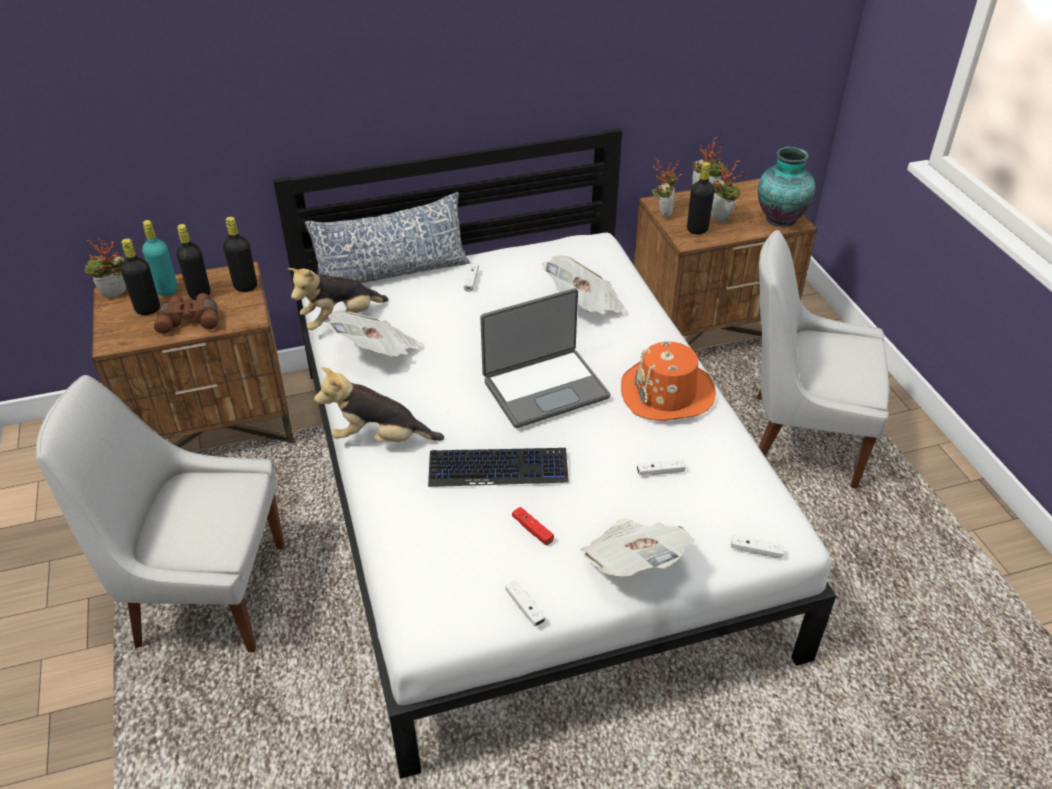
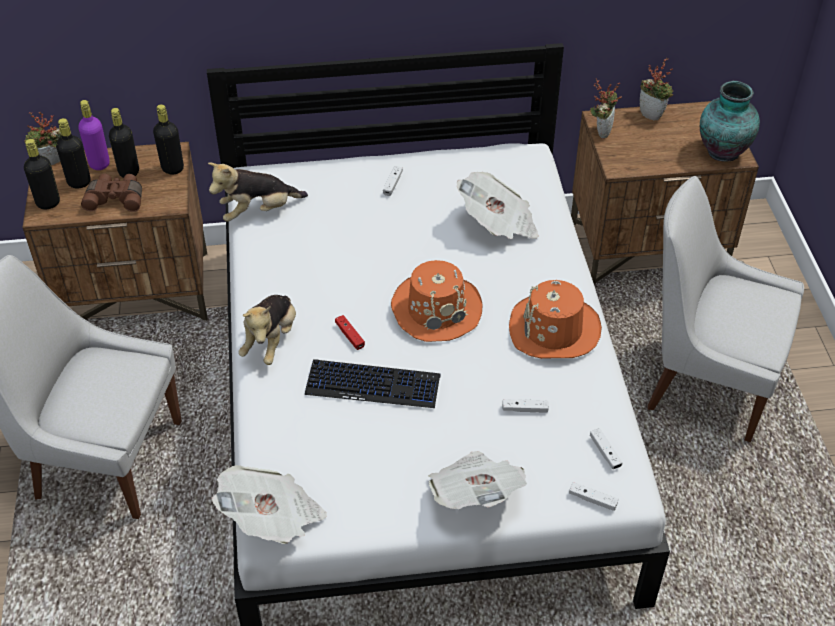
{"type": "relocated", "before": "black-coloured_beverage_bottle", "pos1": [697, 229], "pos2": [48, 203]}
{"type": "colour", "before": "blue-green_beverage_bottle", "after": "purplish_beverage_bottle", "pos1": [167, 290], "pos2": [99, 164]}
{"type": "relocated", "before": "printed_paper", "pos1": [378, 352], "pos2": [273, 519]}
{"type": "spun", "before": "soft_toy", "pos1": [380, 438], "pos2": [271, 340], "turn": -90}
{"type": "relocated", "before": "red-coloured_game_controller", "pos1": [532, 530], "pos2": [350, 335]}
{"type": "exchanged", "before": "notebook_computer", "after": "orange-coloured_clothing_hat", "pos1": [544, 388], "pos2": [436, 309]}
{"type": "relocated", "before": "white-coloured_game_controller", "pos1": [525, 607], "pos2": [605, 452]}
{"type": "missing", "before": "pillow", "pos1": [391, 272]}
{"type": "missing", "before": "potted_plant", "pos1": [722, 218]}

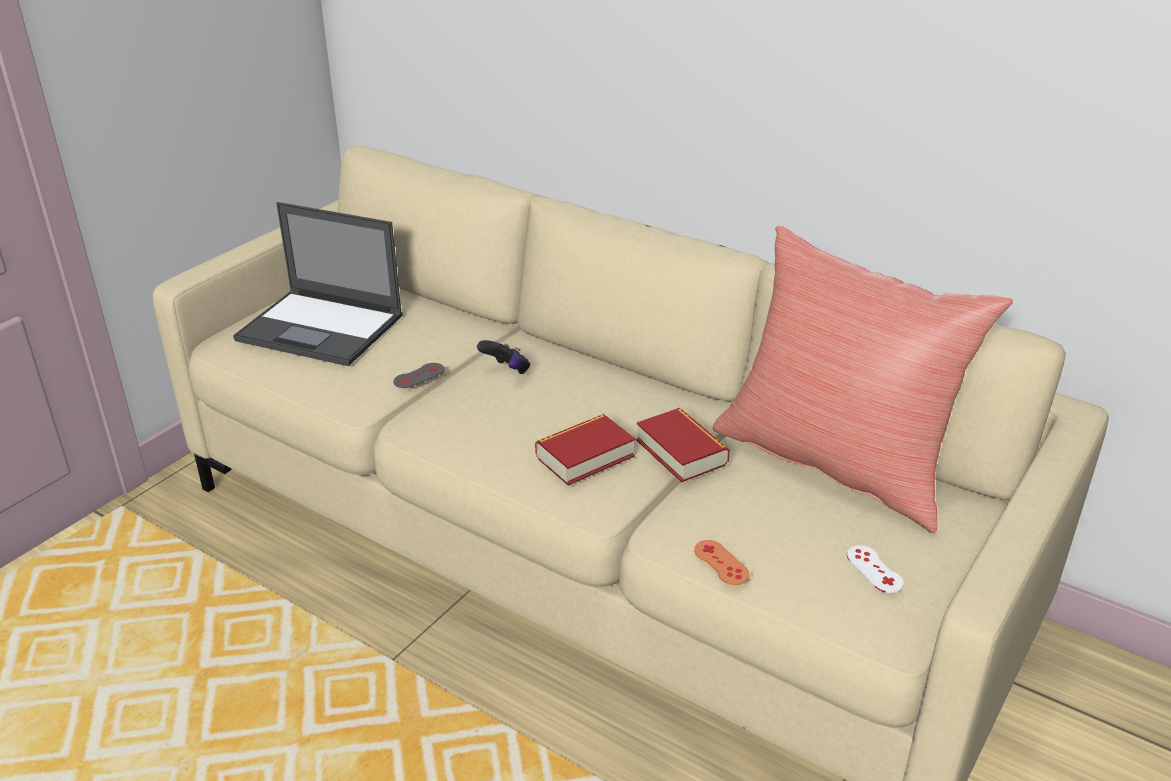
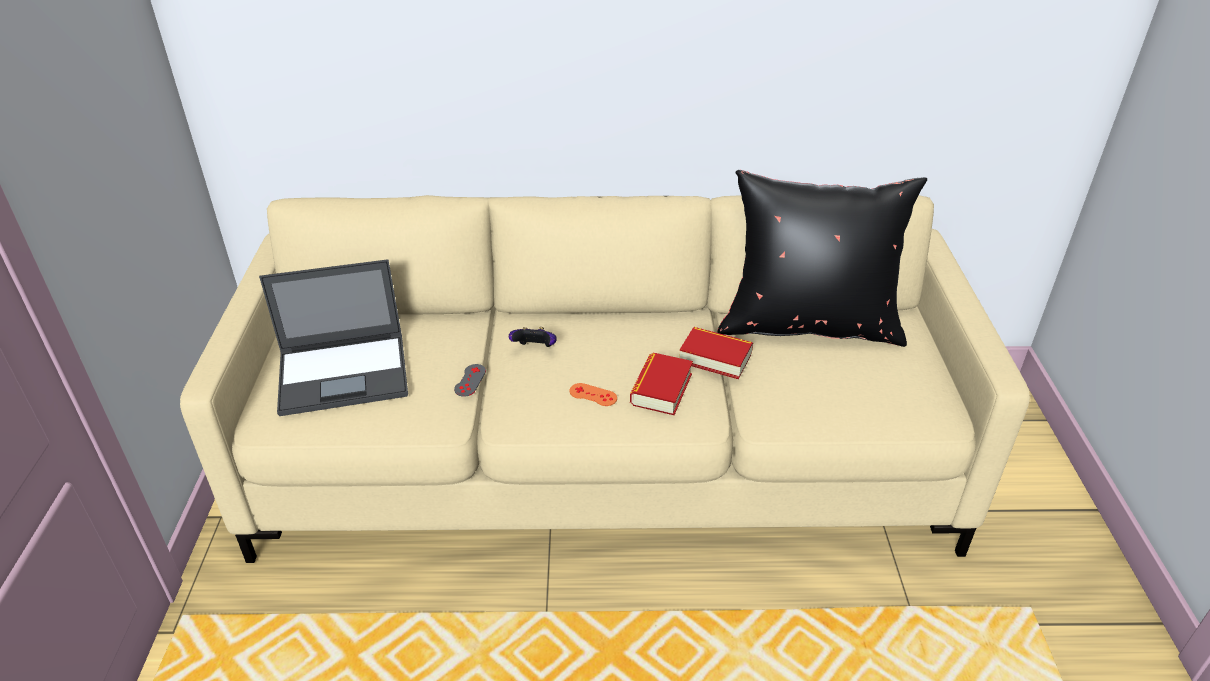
{"type": "relocated", "before": "orange-coloured_game_controller", "pos1": [721, 563], "pos2": [593, 395]}
{"type": "colour", "before": "red-coloured_pillow", "after": "black-coloured_pillow", "pos1": [835, 462], "pos2": [809, 324]}
{"type": "missing", "before": "white-coloured_game_controller", "pos1": [874, 569]}

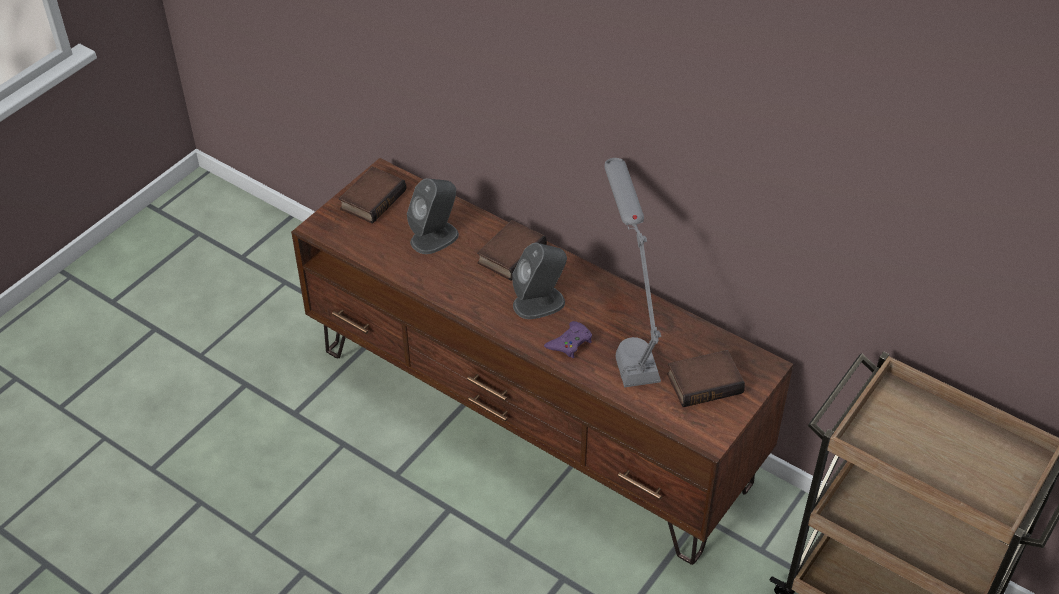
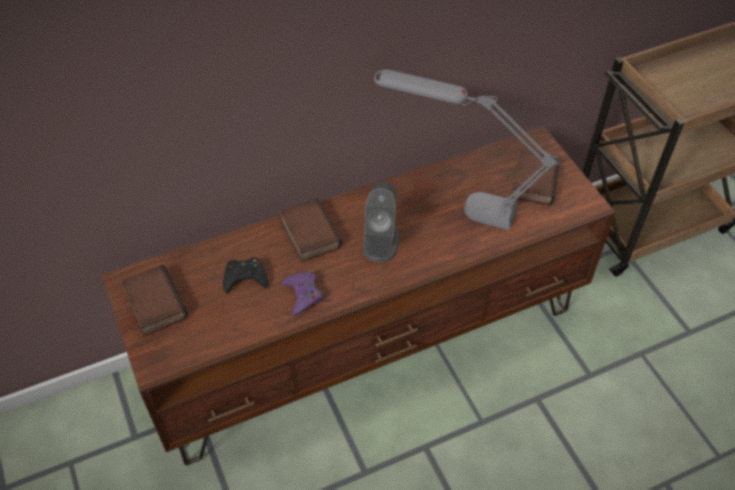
{"type": "exchanged", "before": "grey_speaker", "after": "black-coloured_game_controller", "pos1": [435, 237], "pos2": [245, 278]}
{"type": "relocated", "before": "purplish_game_controller", "pos1": [570, 343], "pos2": [303, 295]}

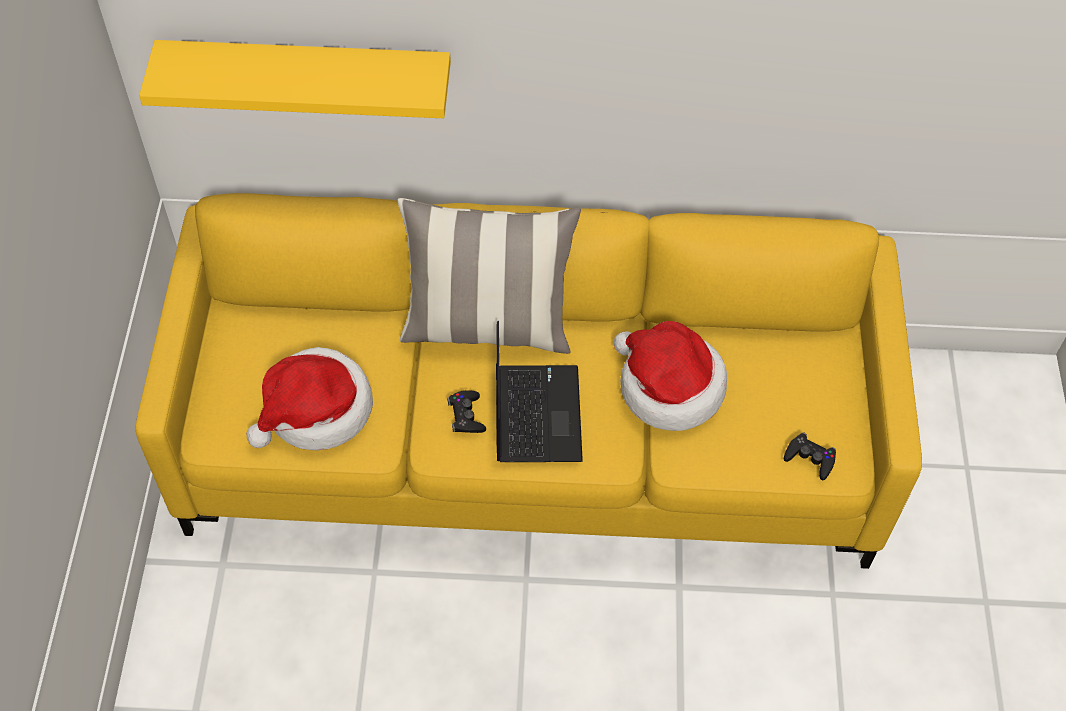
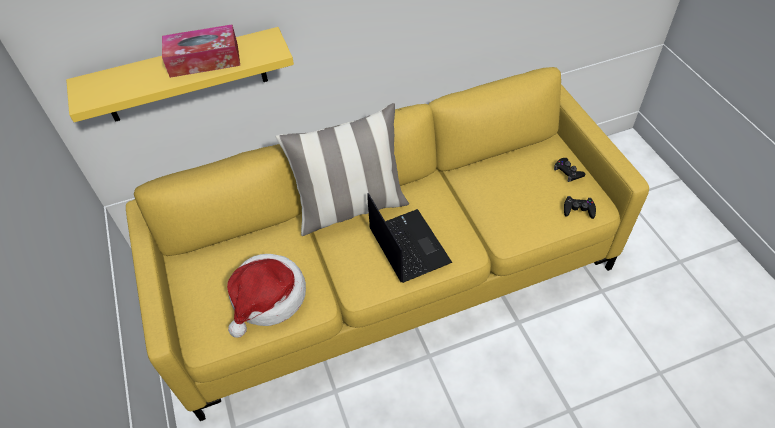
{"type": "appeared", "after": "box_of_tissues", "pos2": [204, 60]}
{"type": "relocated", "before": "black-coloured_game_controller", "pos1": [466, 415], "pos2": [568, 172]}
{"type": "missing", "before": "clothing_hat", "pos1": [668, 387]}

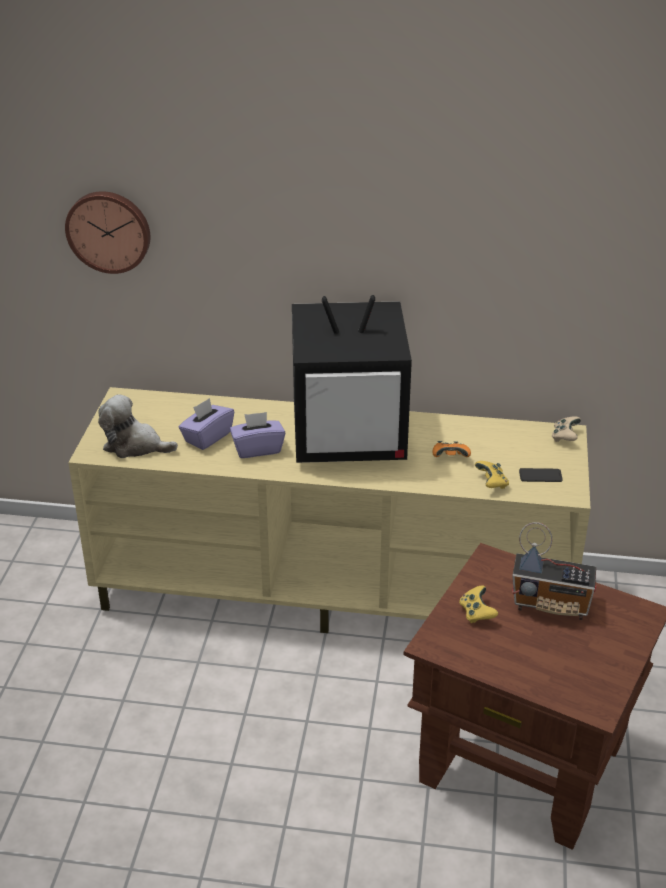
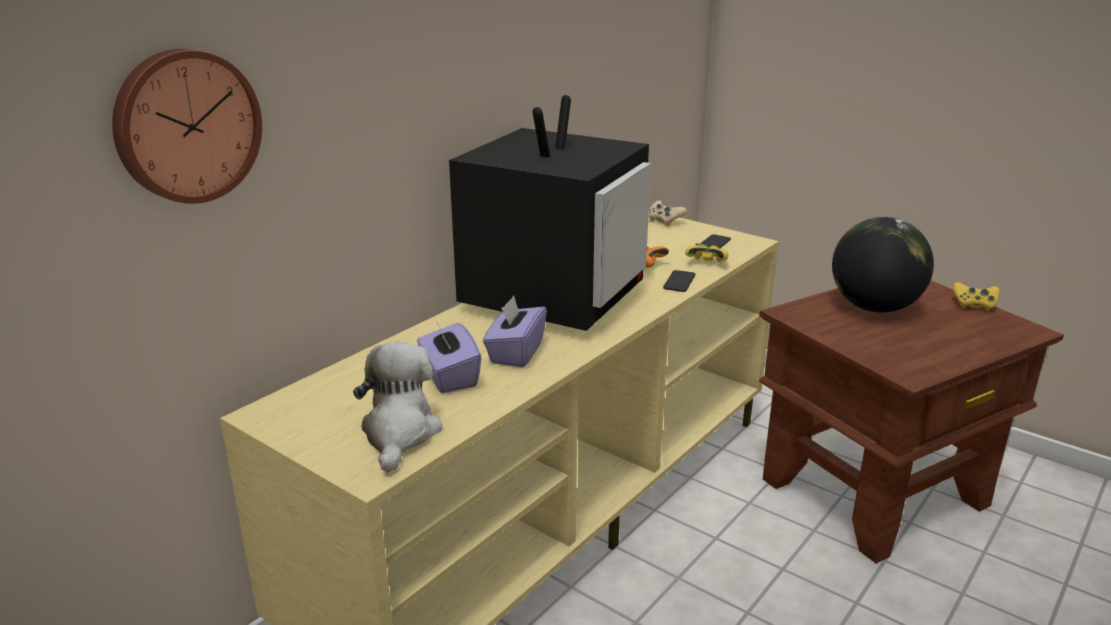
{"type": "spun", "before": "soft_toy", "pos1": [135, 445], "pos2": [399, 433], "turn": 135}
{"type": "appeared", "after": "phone", "pos2": [679, 281]}
{"type": "exchanged", "before": "radio_receiver", "after": "desk_globe", "pos1": [551, 604], "pos2": [874, 308]}
{"type": "relocated", "before": "yellow_game_controller", "pos1": [476, 613], "pos2": [973, 306]}

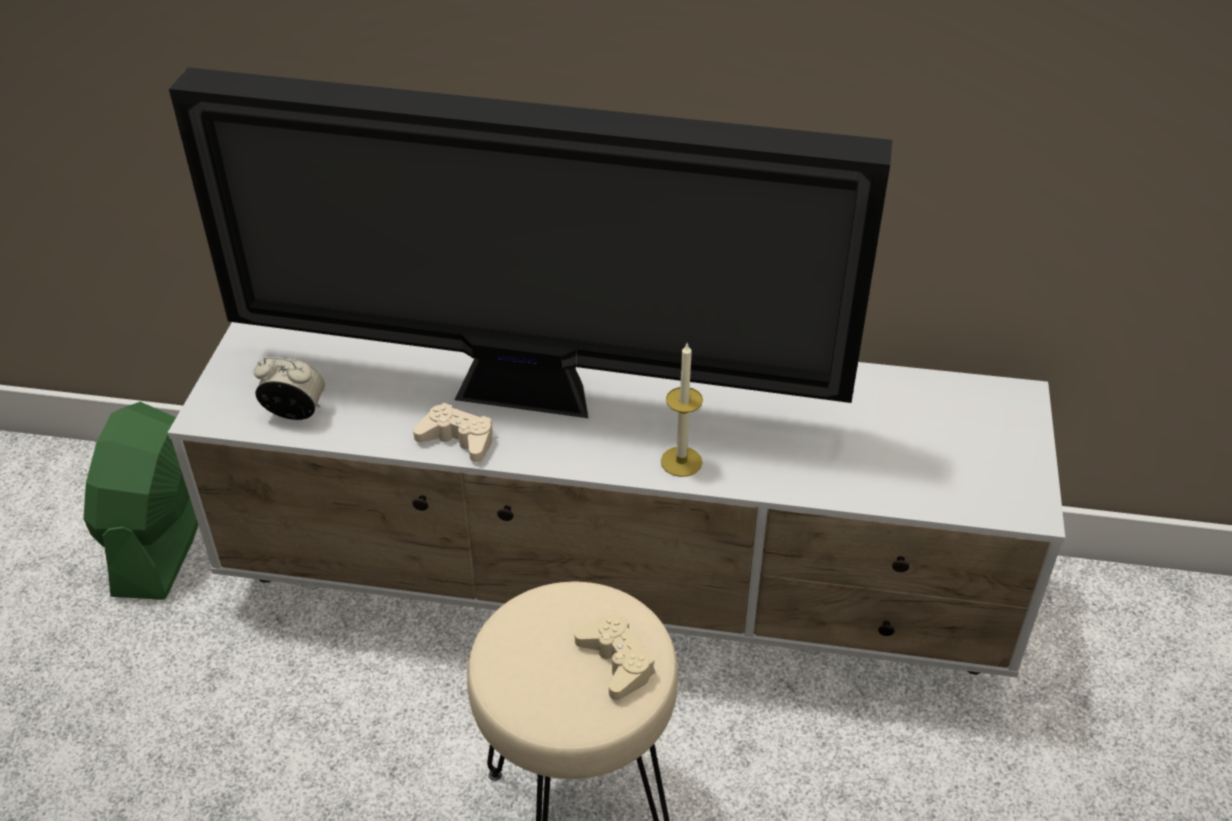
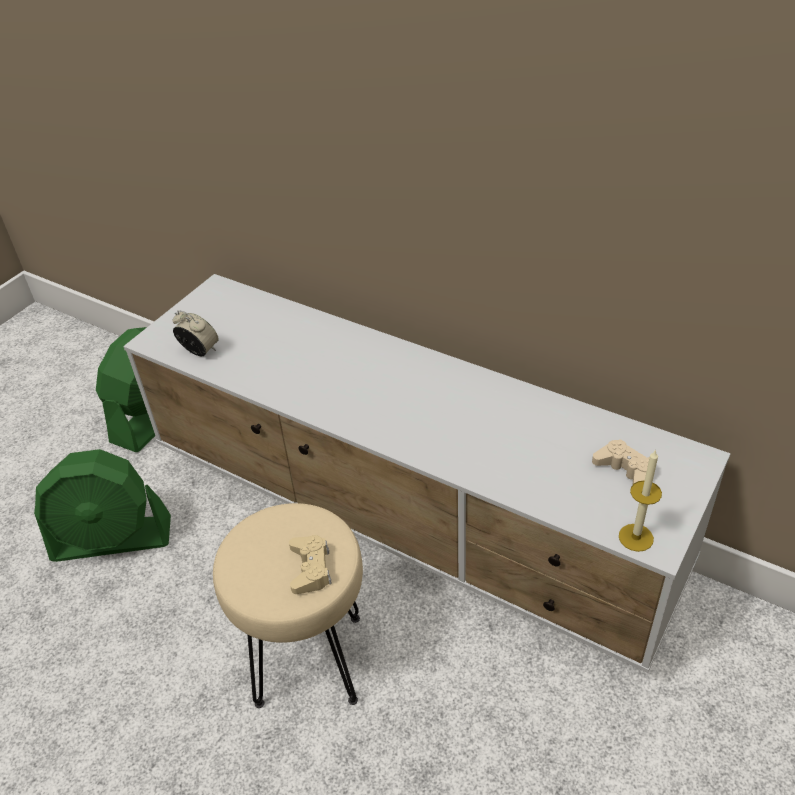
{"type": "appeared", "after": "green_cooling_fan", "pos2": [112, 539]}
{"type": "relocated", "before": "sand-coloured_game_controller", "pos1": [458, 439], "pos2": [625, 470]}
{"type": "relocated", "before": "wax_light", "pos1": [681, 461], "pos2": [636, 537]}
{"type": "missing", "before": "TV", "pos1": [535, 397]}

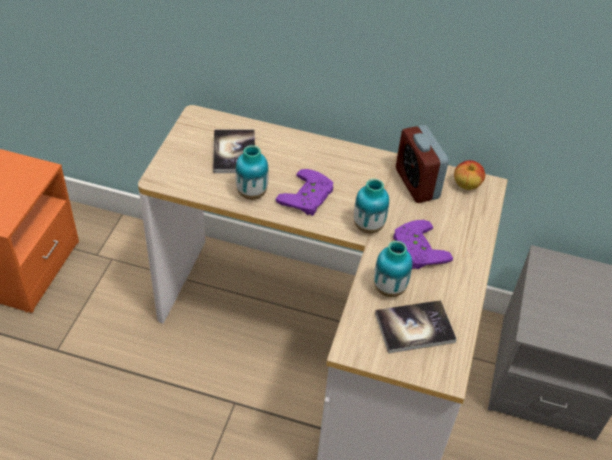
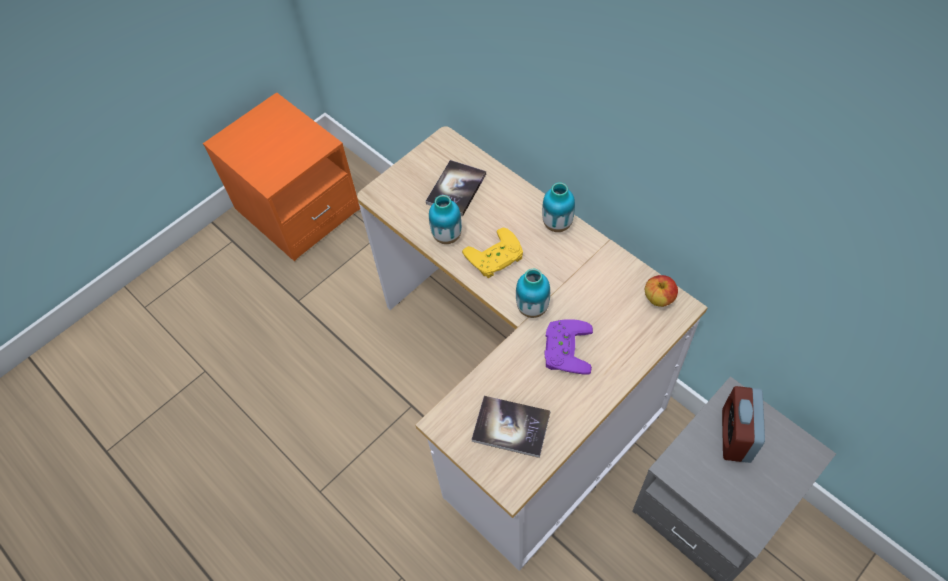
{"type": "colour", "before": "purplish_game_controller", "after": "yellow_game_controller", "pos1": [309, 197], "pos2": [496, 258]}
{"type": "relocated", "before": "decorative_vase", "pos1": [389, 289], "pos2": [557, 224]}
{"type": "relocated", "before": "alarm_clock", "pos1": [417, 183], "pos2": [735, 435]}

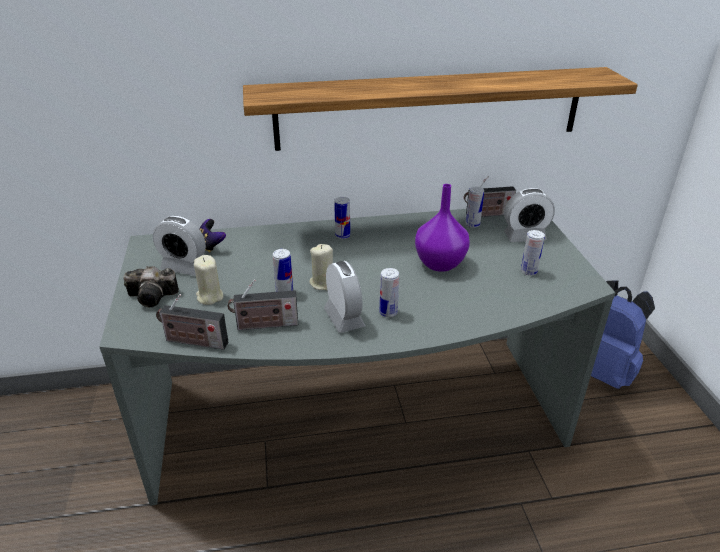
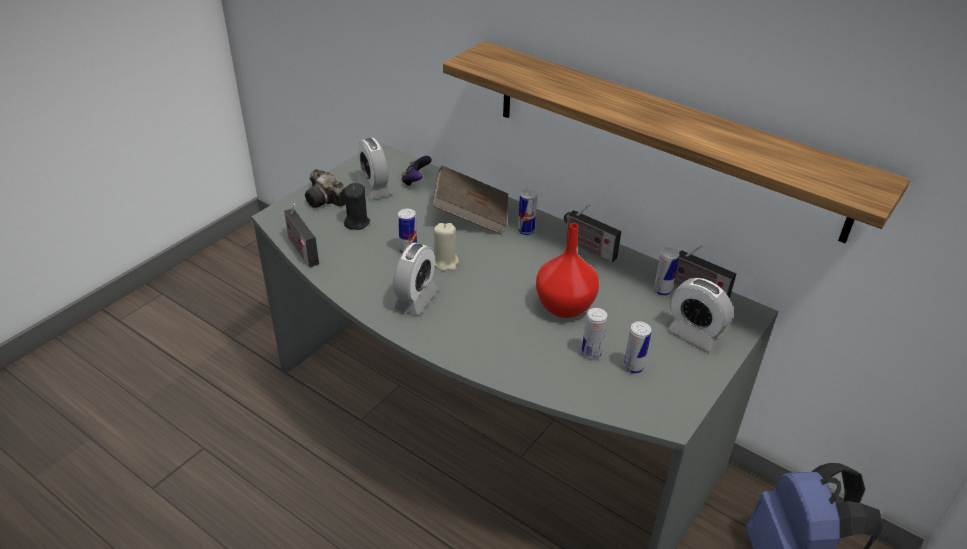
{"type": "colour", "before": "sand-coloured_wax_light", "after": "black-coloured_wax_light", "pos1": [209, 297], "pos2": [357, 222]}
{"type": "appeared", "after": "brown_book", "pos2": [471, 216]}
{"type": "colour", "before": "purplish_decorative_vase", "after": "red-coloured_decorative_vase", "pos1": [441, 264], "pos2": [565, 308]}
{"type": "relocated", "before": "radio_receiver", "pos1": [264, 325], "pos2": [587, 248]}
{"type": "relocated", "before": "can", "pos1": [388, 312], "pos2": [591, 353]}

